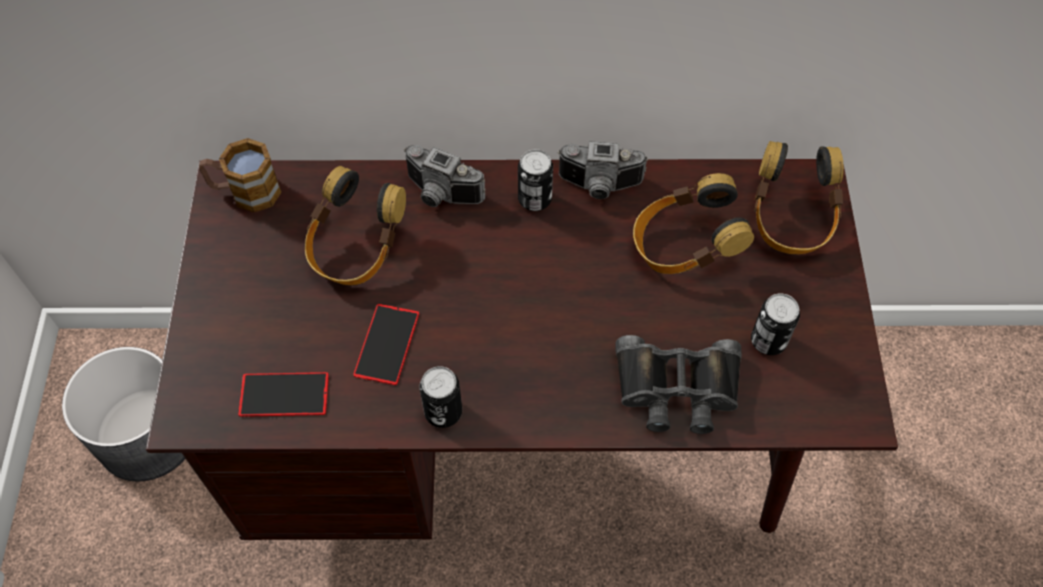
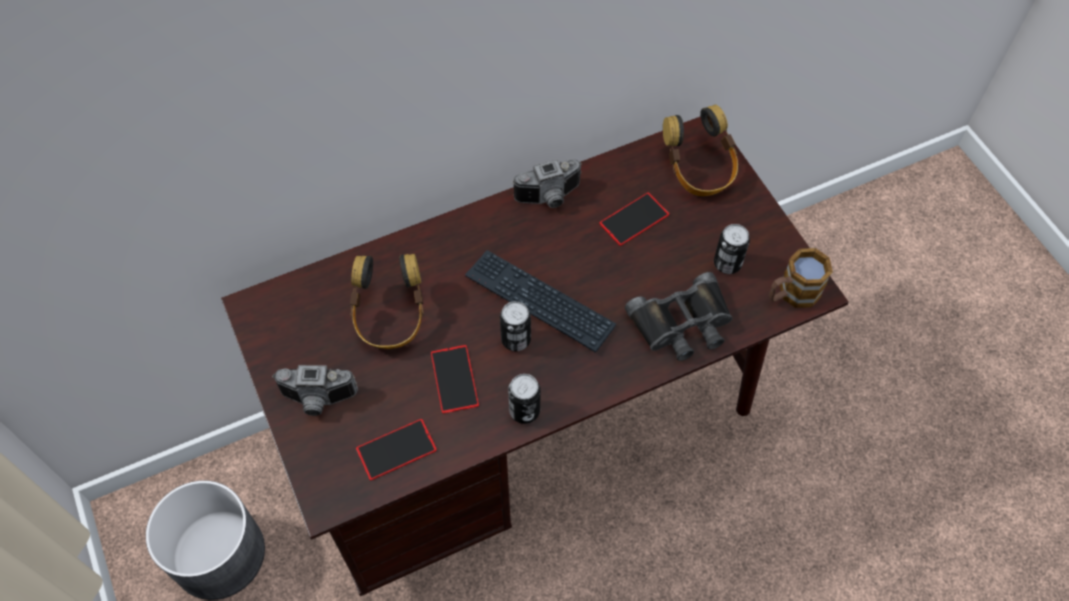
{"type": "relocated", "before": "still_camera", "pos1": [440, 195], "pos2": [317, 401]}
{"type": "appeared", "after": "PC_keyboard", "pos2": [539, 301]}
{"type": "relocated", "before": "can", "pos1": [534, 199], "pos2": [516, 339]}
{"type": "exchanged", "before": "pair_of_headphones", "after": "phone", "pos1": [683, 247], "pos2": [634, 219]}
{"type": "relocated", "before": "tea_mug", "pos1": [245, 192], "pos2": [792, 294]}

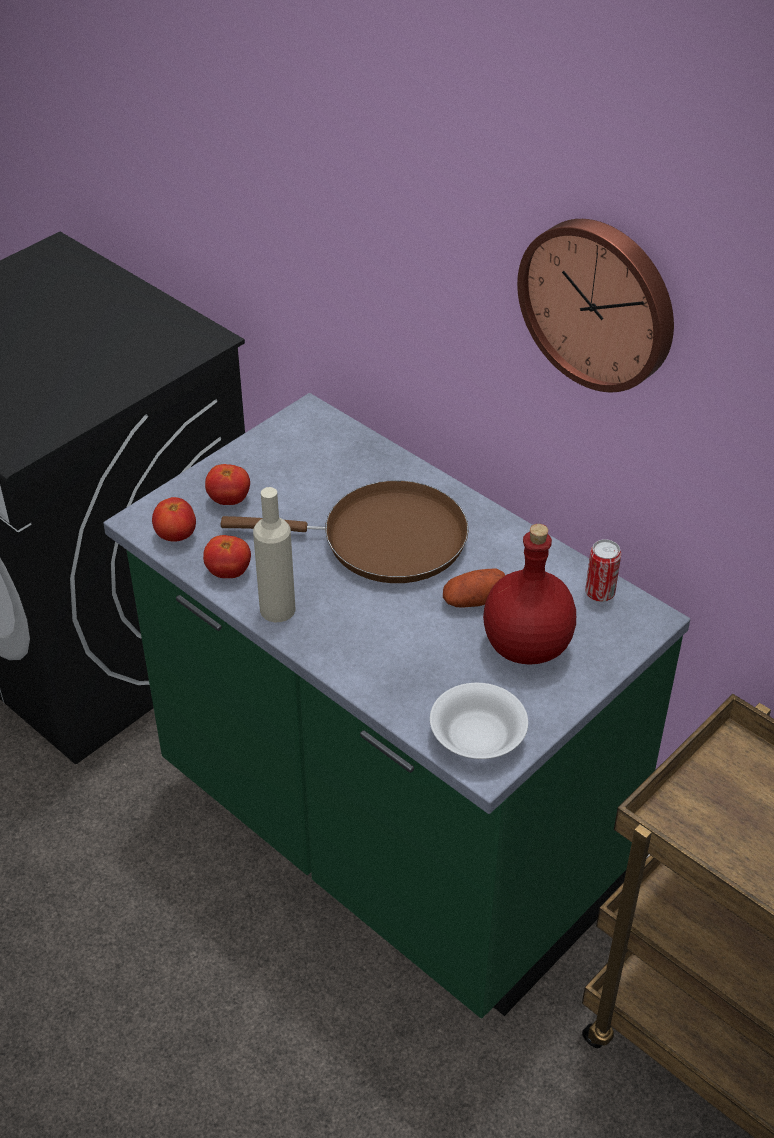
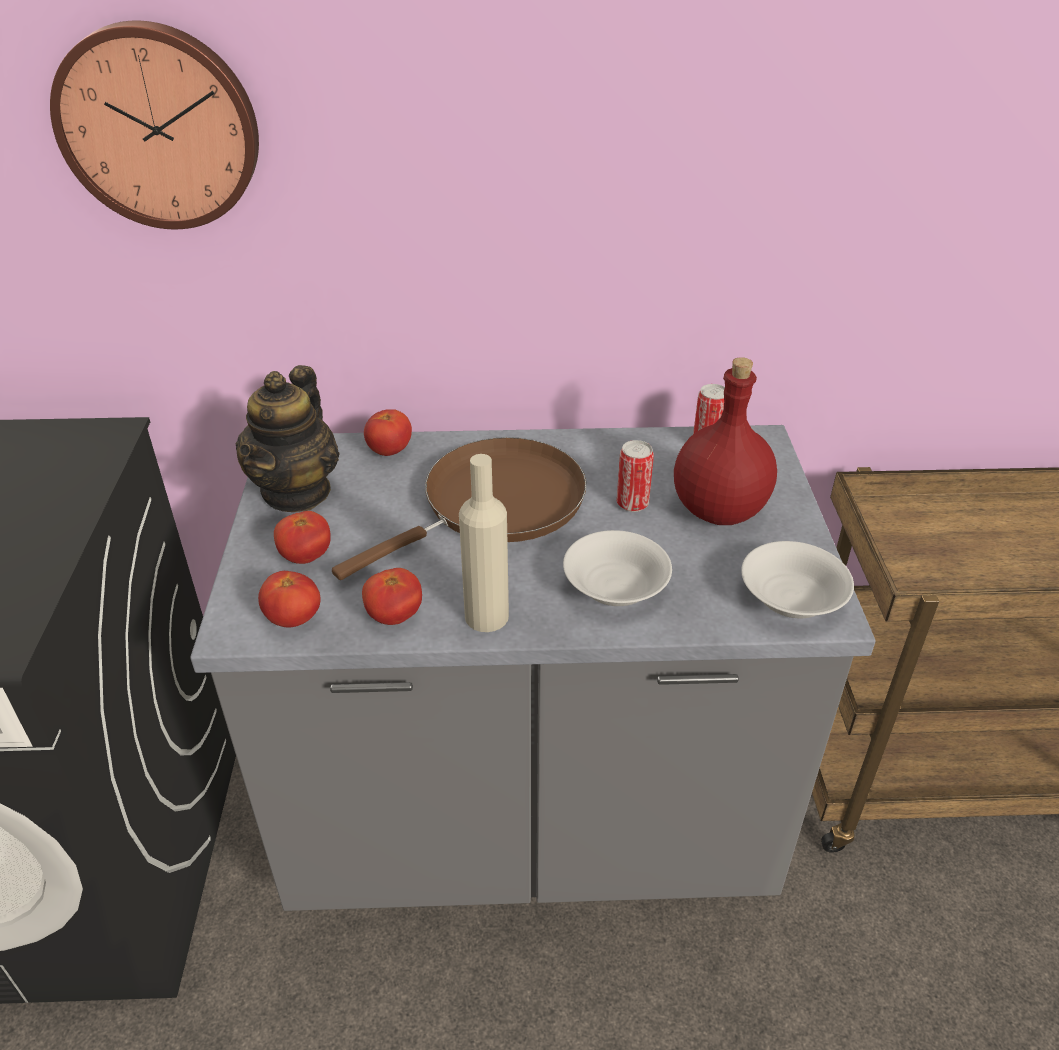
{"type": "relocated", "before": "clock_on_the_wall", "pos1": [600, 302], "pos2": [160, 126]}
{"type": "colour", "before": "green_kitchen_base_unit", "after": "grey_kitchen_base_unit", "pos1": [386, 837], "pos2": [529, 825]}
{"type": "appeared", "after": "teapot", "pos2": [297, 491]}
{"type": "appeared", "after": "fresh_tomato", "pos2": [389, 451]}
{"type": "appeared", "after": "white-coloured_deep_dish", "pos2": [614, 586]}
{"type": "exchanged", "before": "spud", "after": "can", "pos1": [474, 600], "pos2": [632, 503]}

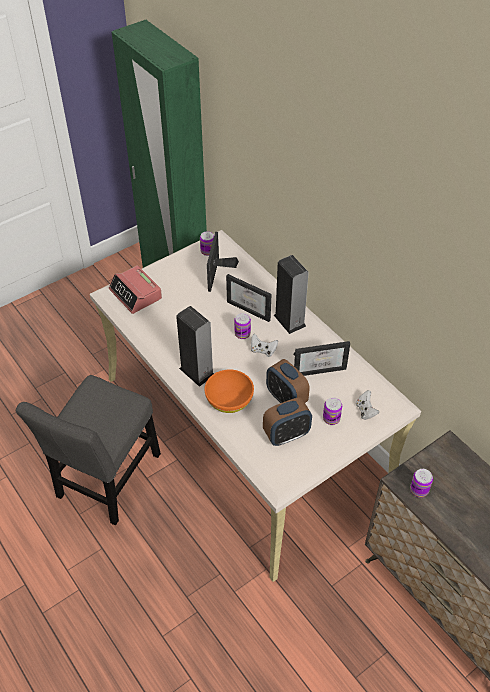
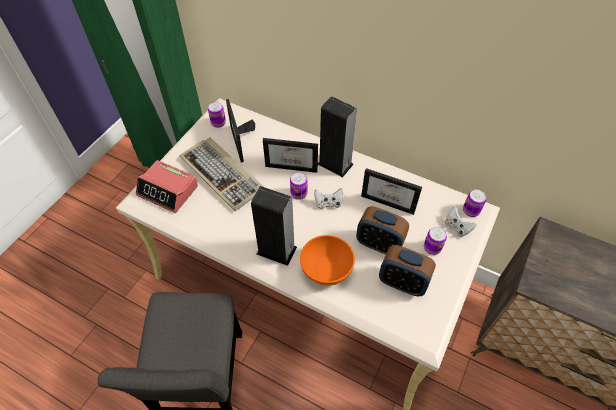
{"type": "appeared", "after": "PC_keyboard", "pos2": [222, 175]}
{"type": "spun", "before": "picture_frame", "pos1": [319, 367], "pos2": [390, 200], "turn": 60}
{"type": "spun", "before": "alarm_clock", "pos1": [286, 435], "pos2": [402, 282], "turn": 75}
{"type": "relocated", "before": "can", "pos1": [419, 490], "pos2": [471, 210]}

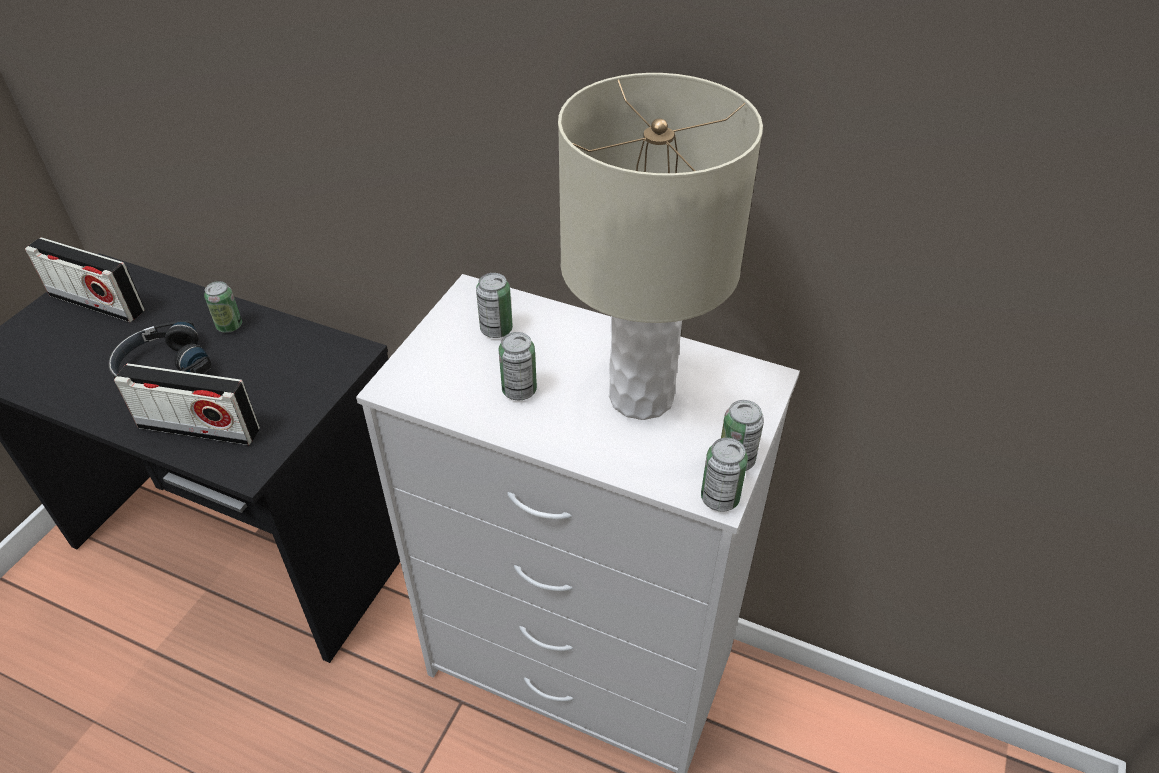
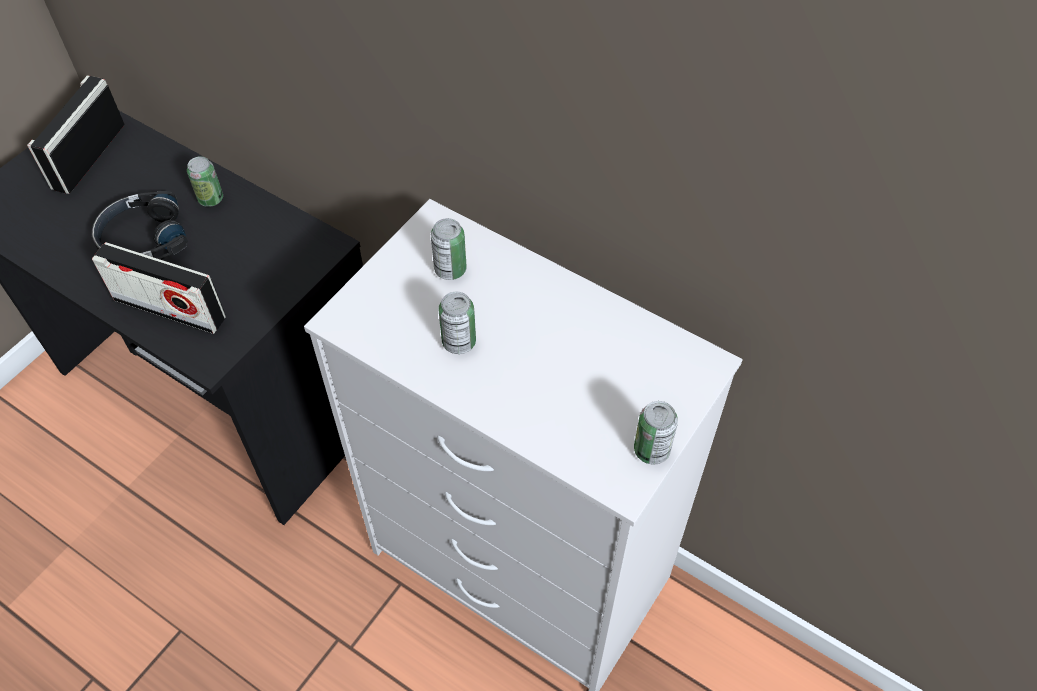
{"type": "spun", "before": "radio_receiver", "pos1": [97, 303], "pos2": [88, 156], "turn": 75}
{"type": "missing", "before": "sand-coloured_lamp_for_a_table", "pos1": [642, 396]}
{"type": "missing", "before": "can", "pos1": [719, 498]}

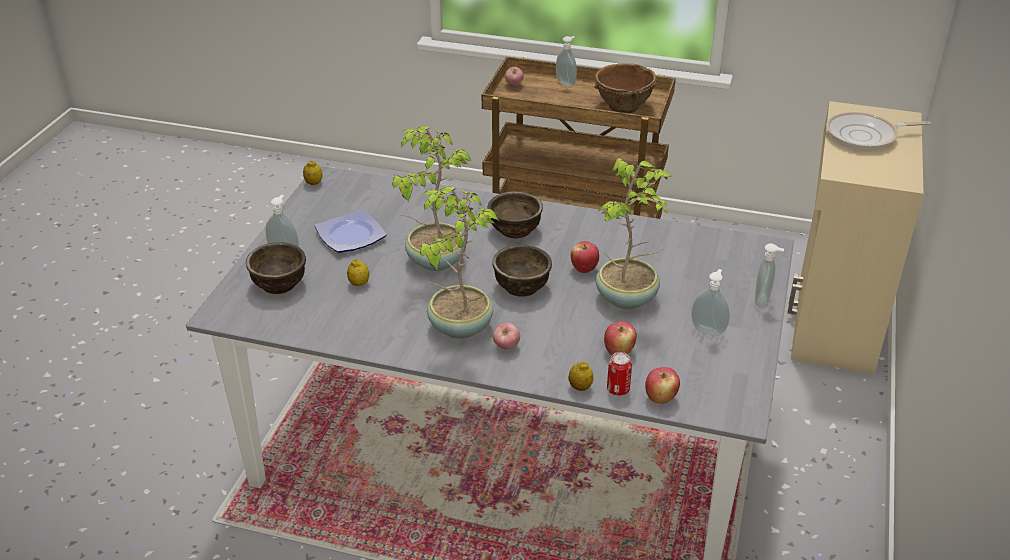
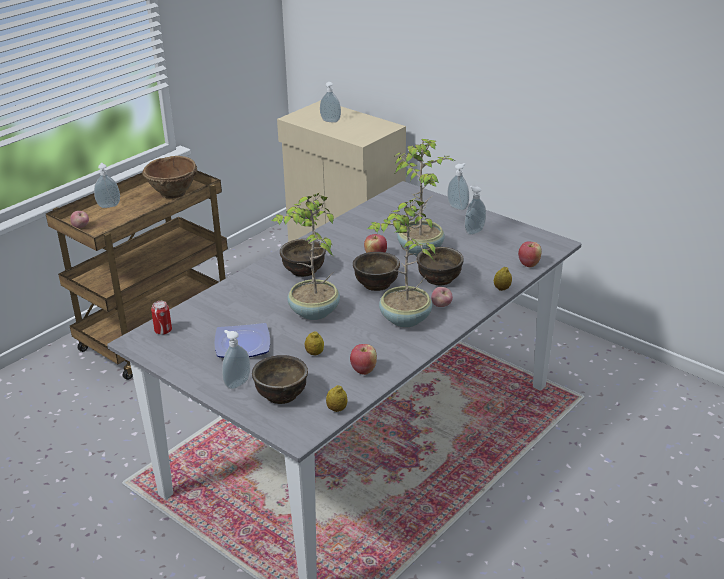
{"type": "relocated", "before": "can", "pos1": [618, 389], "pos2": [163, 331]}
{"type": "exchanged", "before": "frying_pan", "after": "liquid_soap_bottle", "pos1": [865, 136], "pos2": [330, 121]}
{"type": "relocated", "before": "lemon", "pos1": [313, 183], "pos2": [337, 409]}
{"type": "relocated", "before": "apple_fruit", "pos1": [618, 351], "pos2": [363, 370]}
{"type": "appeared", "after": "brown_deep_dish", "pos2": [439, 279]}

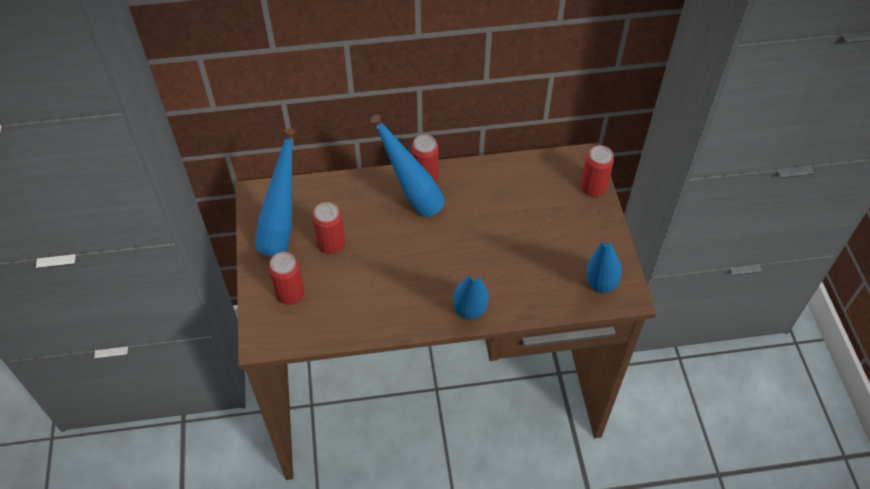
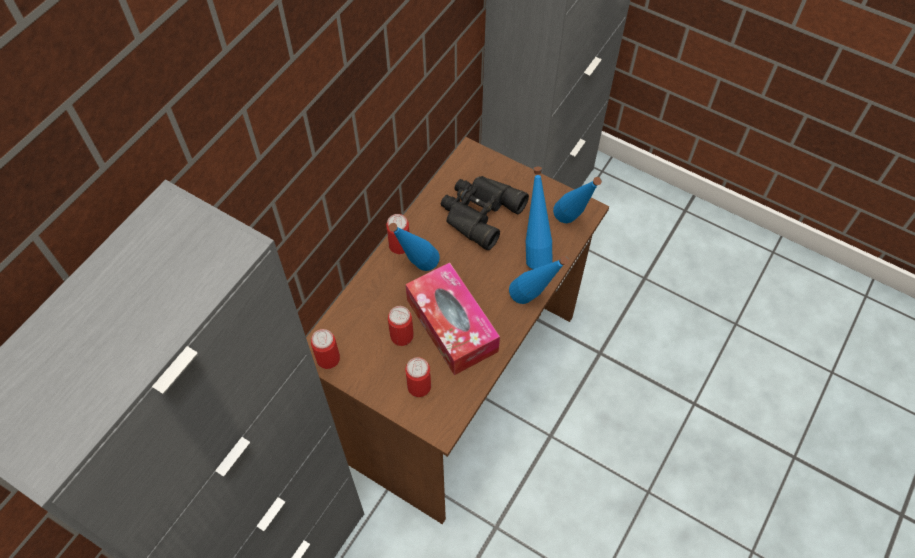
{"type": "relocated", "before": "can", "pos1": [593, 187], "pos2": [328, 358]}
{"type": "appeared", "after": "box_of_tissues", "pos2": [452, 325]}
{"type": "appeared", "after": "black-coloured_binoculars", "pos2": [478, 212]}
{"type": "relocated", "before": "bluish_beverage_bottle", "pos1": [286, 237], "pos2": [535, 251]}

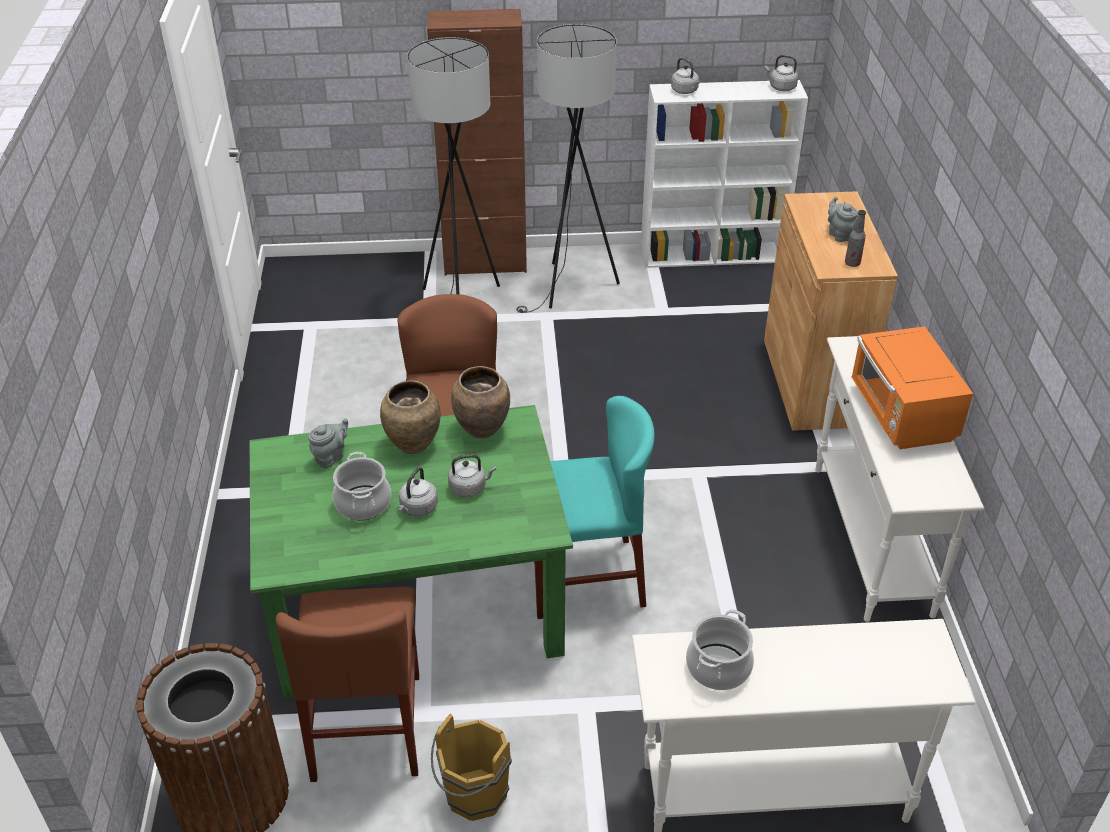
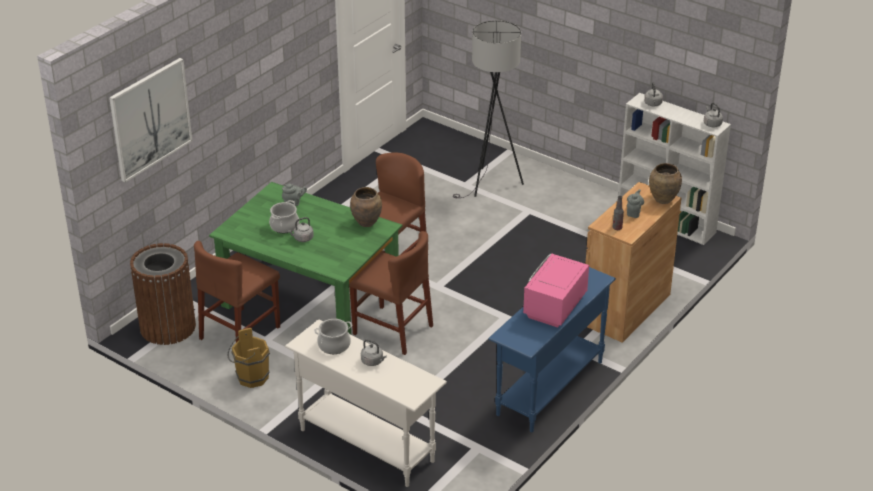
{"type": "appeared", "after": "wall_art", "pos2": [150, 119]}
{"type": "colour", "before": "blue-green_chair", "after": "brown_chair", "pos1": [583, 578], "pos2": [392, 330]}
{"type": "relocated", "before": "grey_kettle", "pos1": [469, 487], "pos2": [373, 361]}
{"type": "colour", "before": "white-coloured_hall_table", "after": "bluish_hall_table", "pos1": [871, 539], "pos2": [549, 388]}
{"type": "colour", "before": "orange-coloured_microwave_oven", "after": "pinkish_microwave_oven", "pos1": [901, 415], "pos2": [554, 307]}
{"type": "relocated", "before": "brown_decorative_vase", "pos1": [412, 445], "pos2": [662, 199]}
{"type": "missing", "before": "brown_storage_cabinet", "pos1": [485, 263]}
{"type": "missing", "before": "grey_standard_lamp", "pos1": [571, 289]}

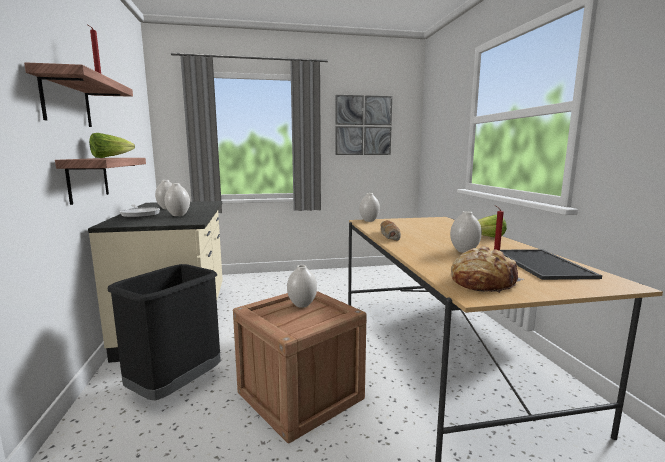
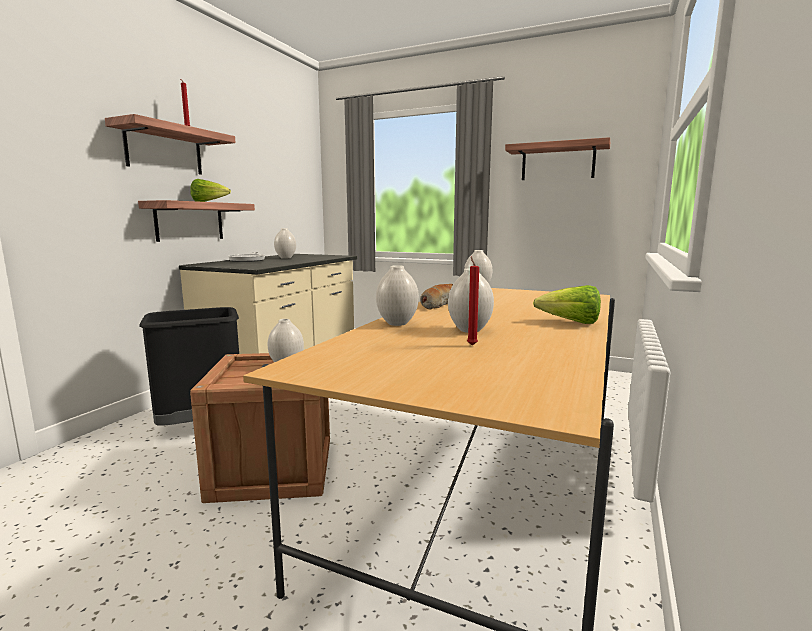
{"type": "relocated", "before": "white-coloured_decorative_vase", "pos1": [179, 215], "pos2": [398, 323]}
{"type": "exchanged", "before": "wall_art", "after": "wall_shelf", "pos1": [363, 125], "pos2": [558, 162]}
{"type": "missing", "before": "bread", "pos1": [482, 282]}
{"type": "missing", "before": "tray", "pos1": [544, 264]}

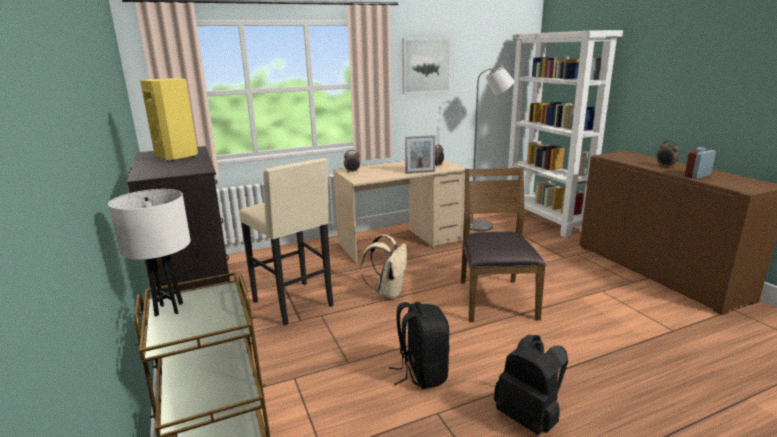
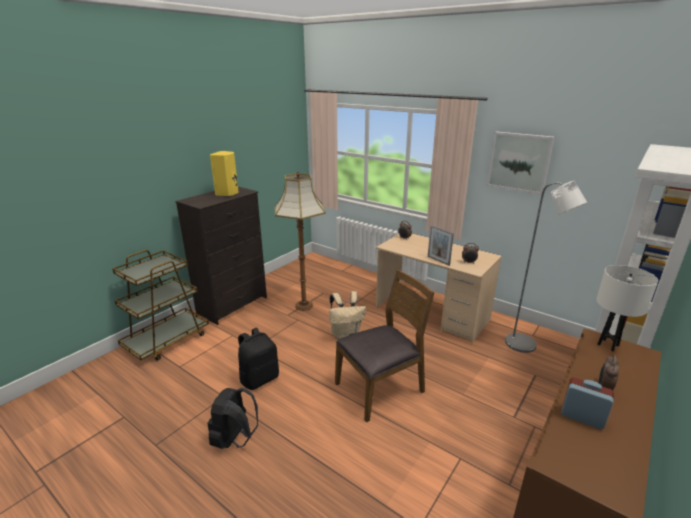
{"type": "exchanged", "before": "sand-coloured_sitting_stool", "after": "standard_lamp", "pos1": [295, 304], "pos2": [303, 306]}
{"type": "relocated", "before": "white-coloured_lamp_for_a_table", "pos1": [169, 309], "pos2": [608, 345]}

